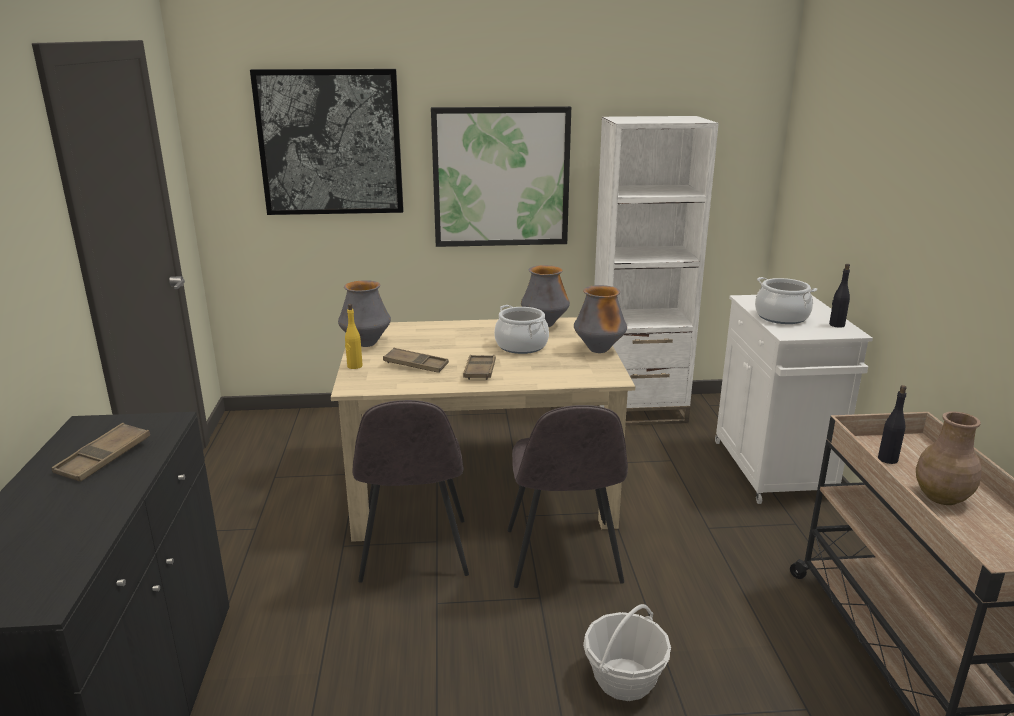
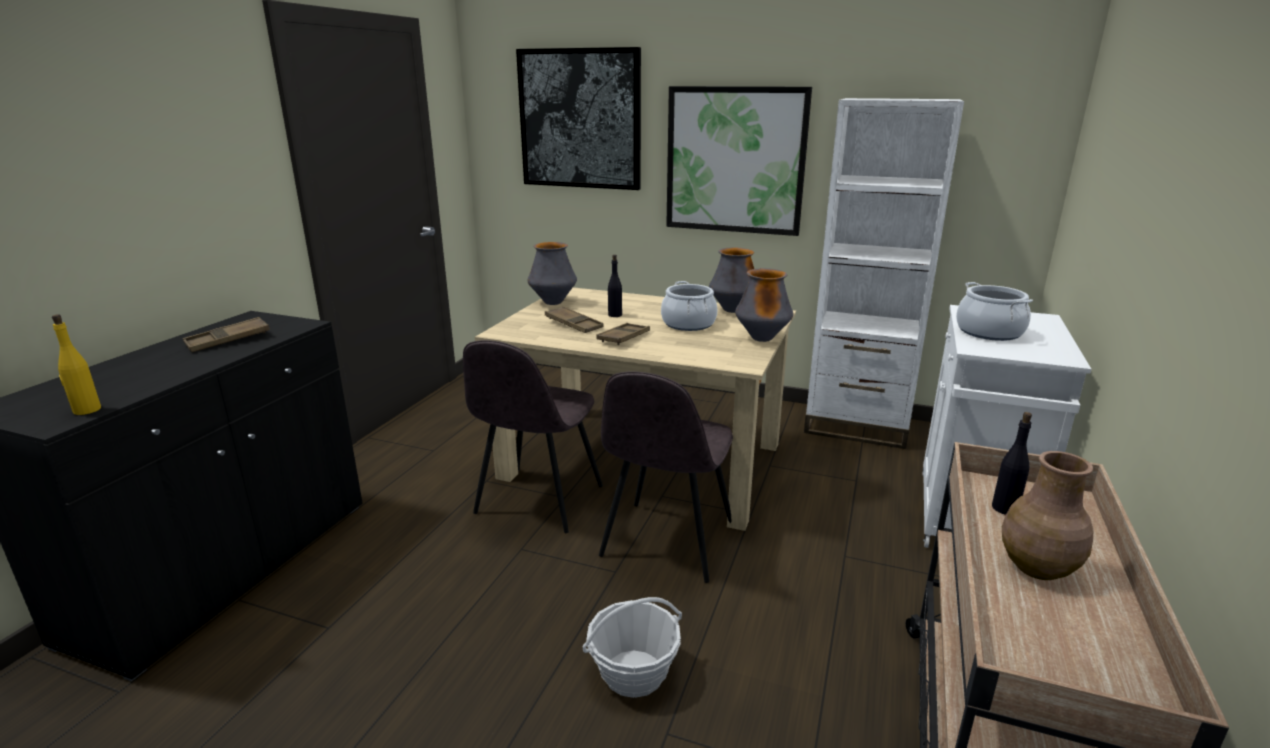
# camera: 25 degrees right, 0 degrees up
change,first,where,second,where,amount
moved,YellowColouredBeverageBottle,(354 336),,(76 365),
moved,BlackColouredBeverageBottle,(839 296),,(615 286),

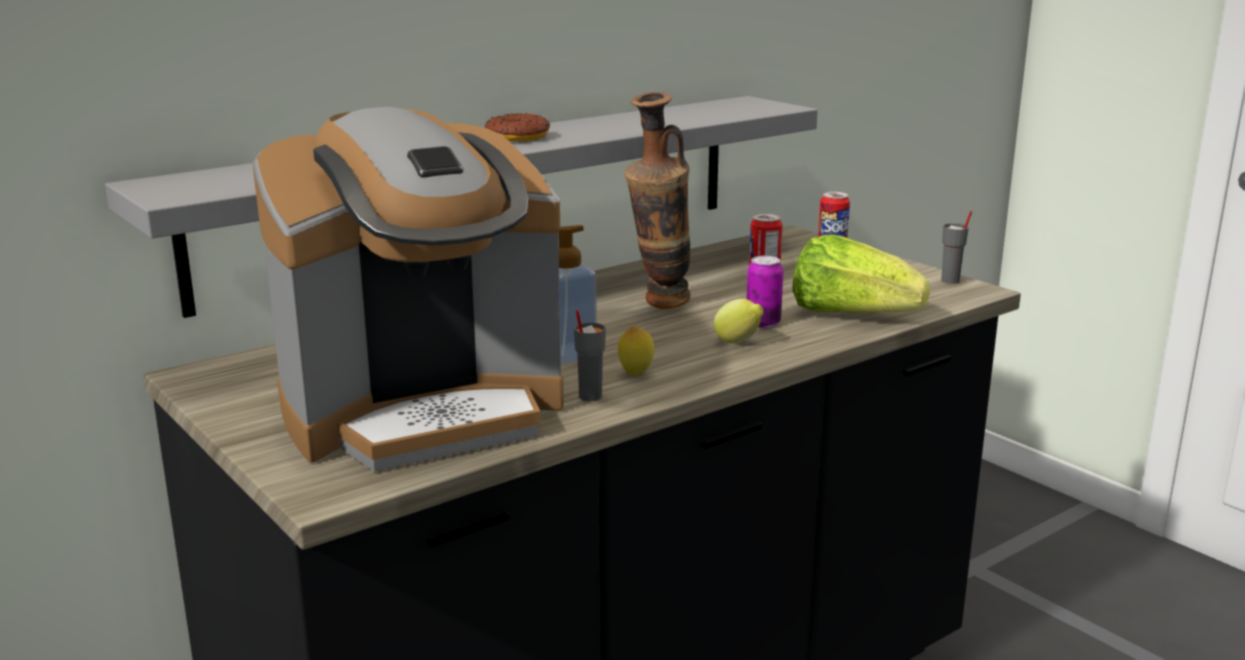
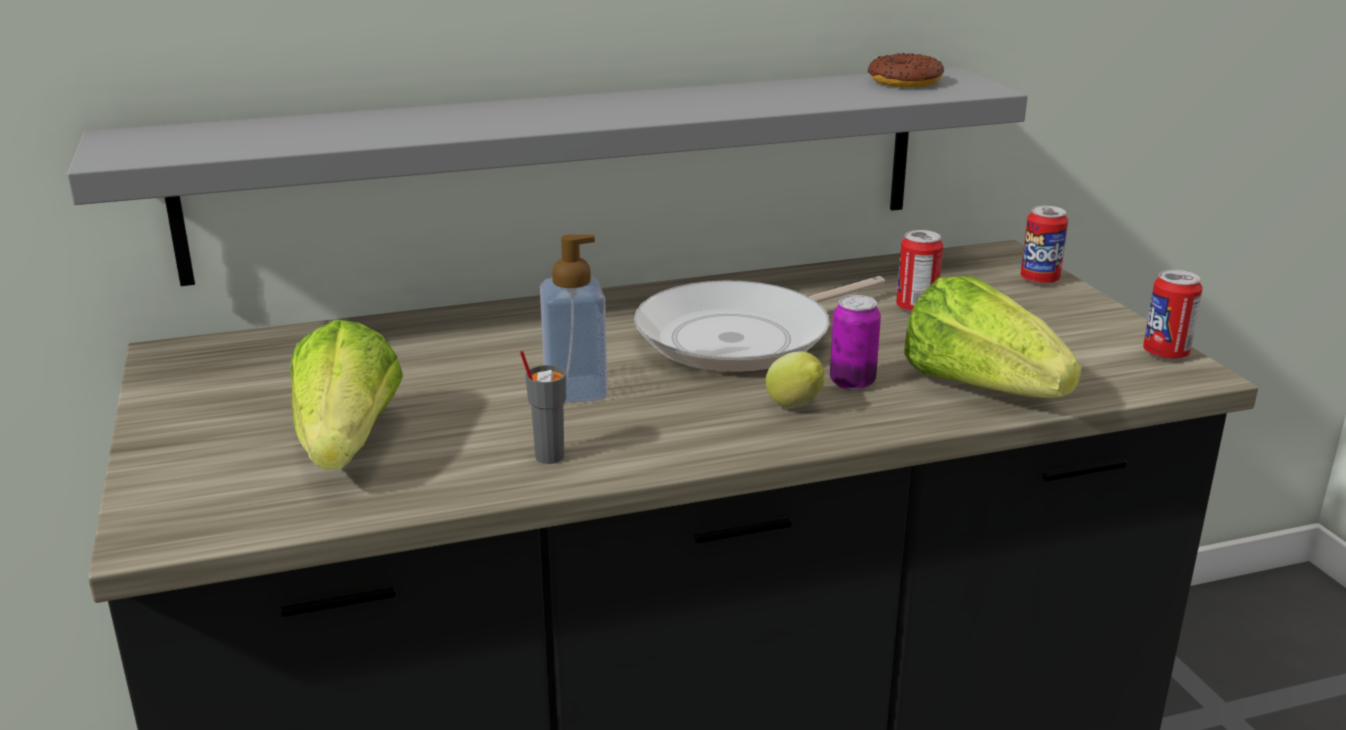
# camera: 20 degrees right, 5 degrees up
change,first,where,second,where,amount
replaced,CoffeeBrewer,(408 289),HeadOfLettuce,(346 394),
moved,Doughnut,(517 127),,(906 70),
removed,WholeLemon,(636 351),,,
replaced,FlowerVase,(658 200),Skillet,(759 324),
replaced,GreyishSmallCup,(956 247),SealedCan,(1173 315),

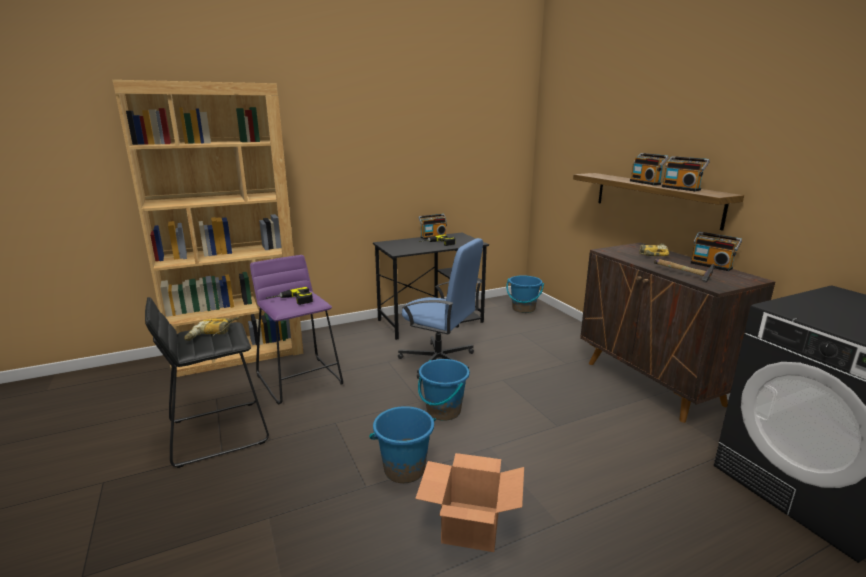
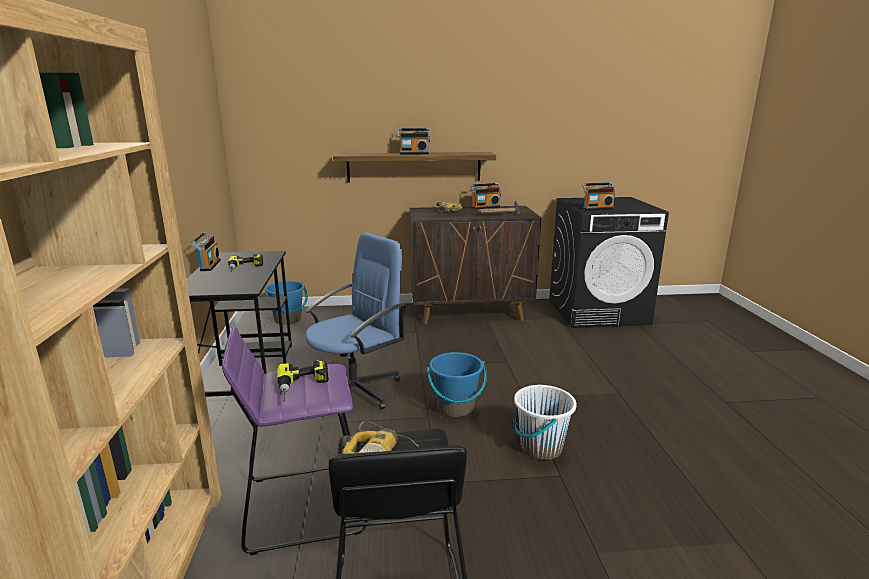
# camera: 70 degrees left, 0 degrees up
change,first,where,second,where,amount
recoloured,BlueColouredPail,(402 444),WhiteColouredPail,(545 422),
removed,CardboardBox,(469 502),,,
moved,Radio,(686 173),,(598 196),

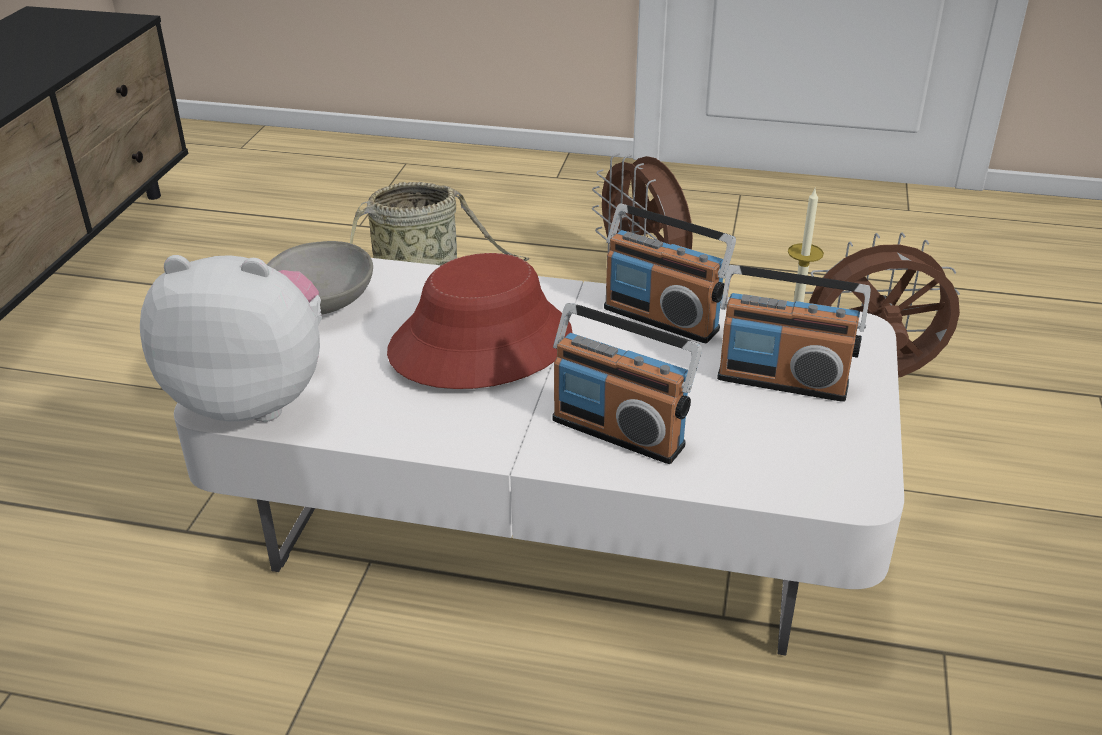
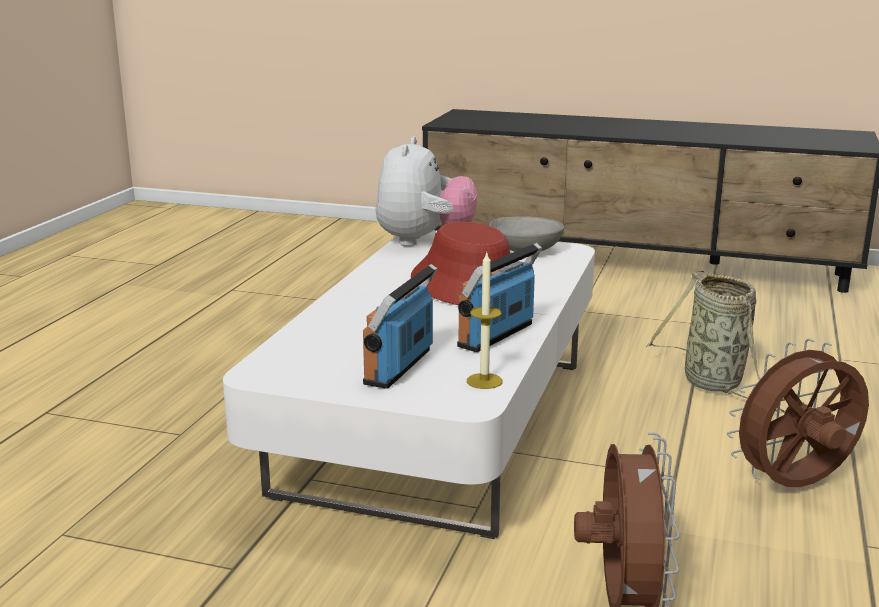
# camera: 95 degrees right, 15 degrees down
change,first,where,second,where,amount
removed,Radio,(627 383),,,

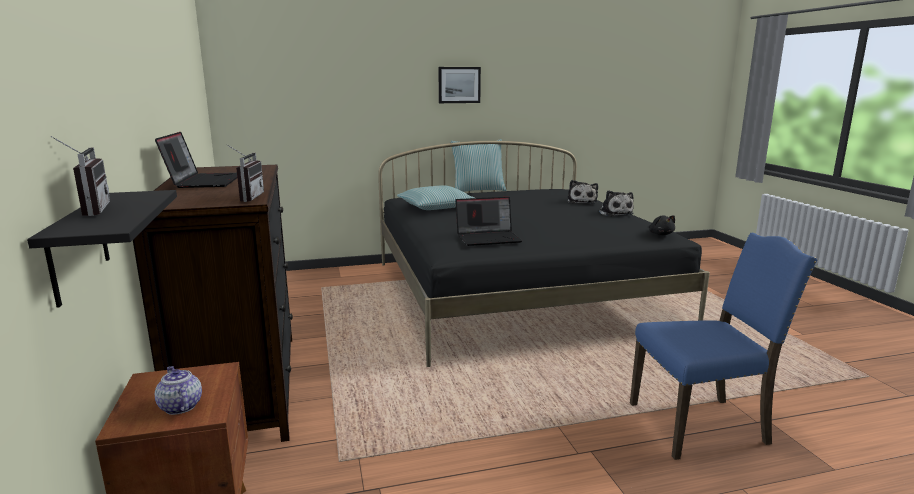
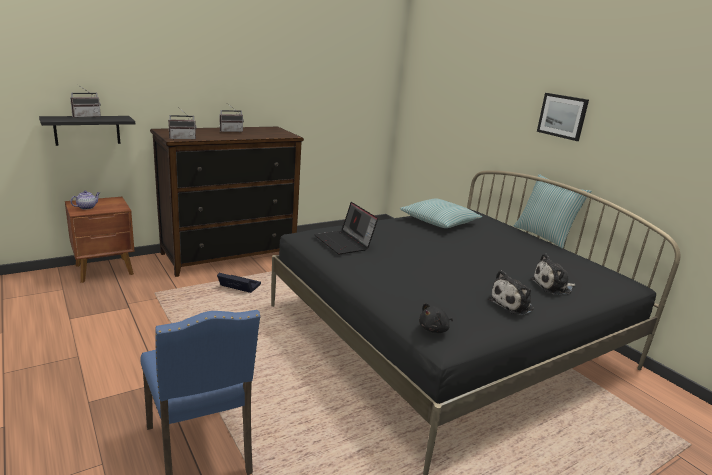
# camera: 70 degrees right, 5 degrees up
change,first,where,second,where,amount
replaced,PortableComputer,(196 160),Radio,(232 118),
added,,,BlackColouredStorageBin,(239 283),

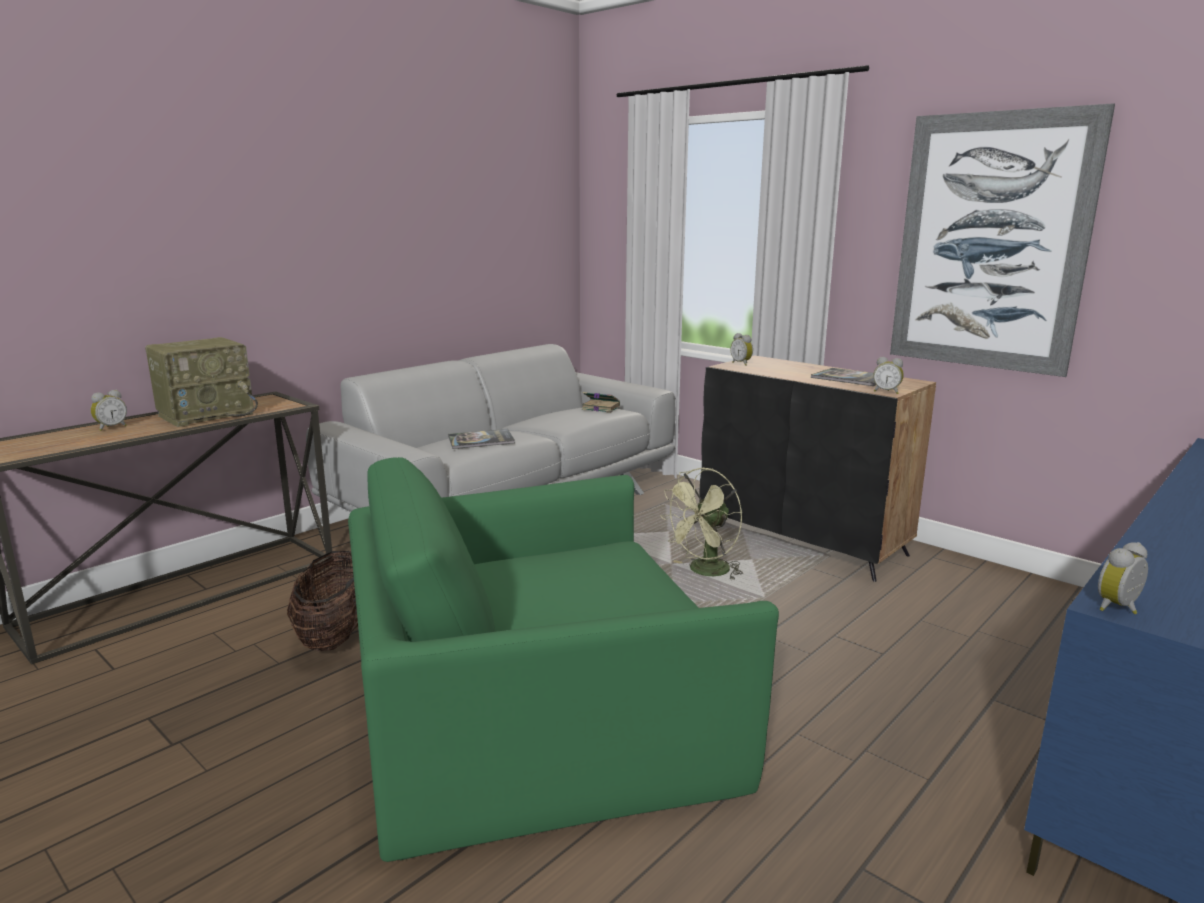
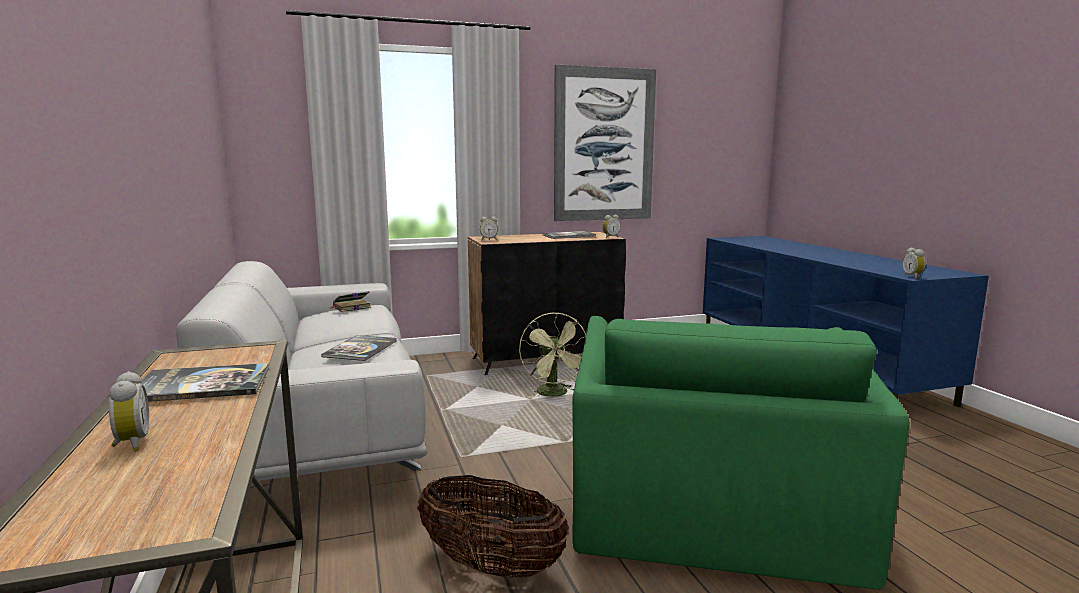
# camera: 60 degrees left, 5 degrees down
change,first,where,second,where,amount
replaced,Radio,(201 382),Volume,(205 382),

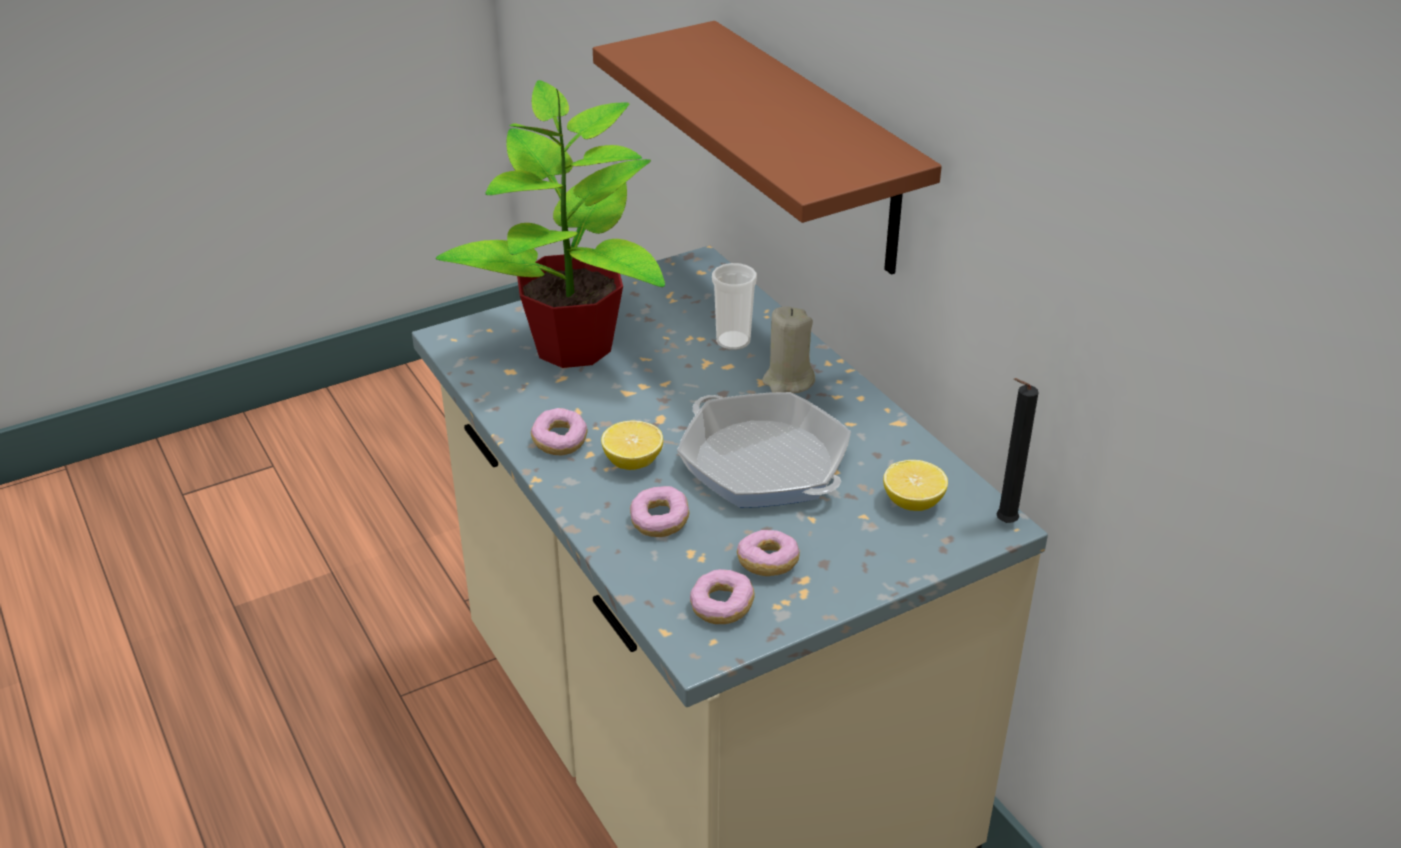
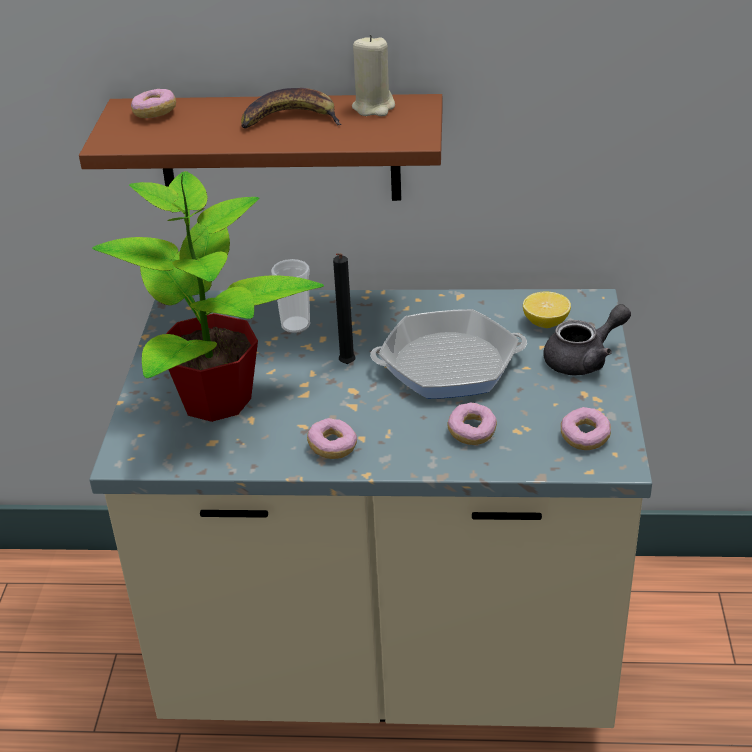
# camera: 55 degrees left, 0 degrees up
change,first,where,second,where,amount
removed,WholeLemon,(632 445),,,
moved,Doughnut,(768 553),,(153 103),
moved,BeigeColouredWaxCandle,(788 349),,(373 75),
moved,BlackColouredWaxCandle,(1017 450),,(344 308),
added,,,BananaFruit,(291 108),
added,,,GreyishTeaPot,(587 340),

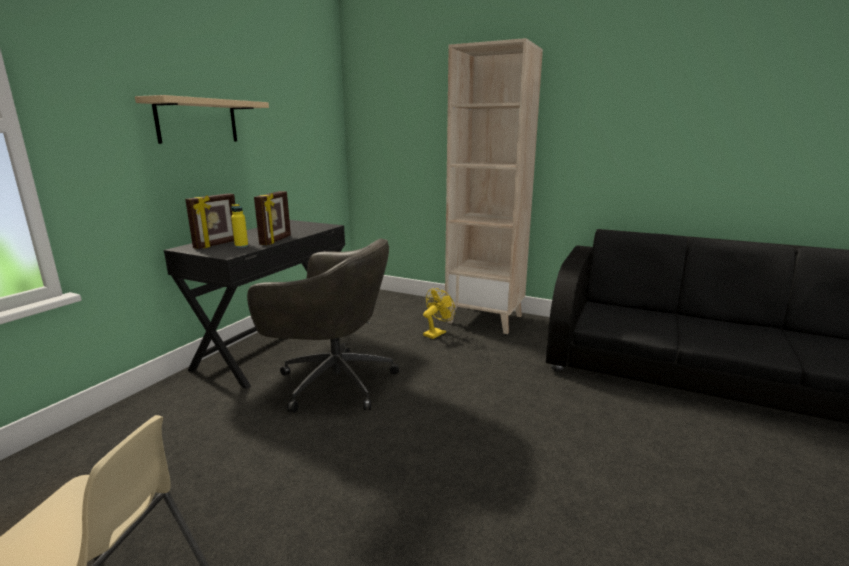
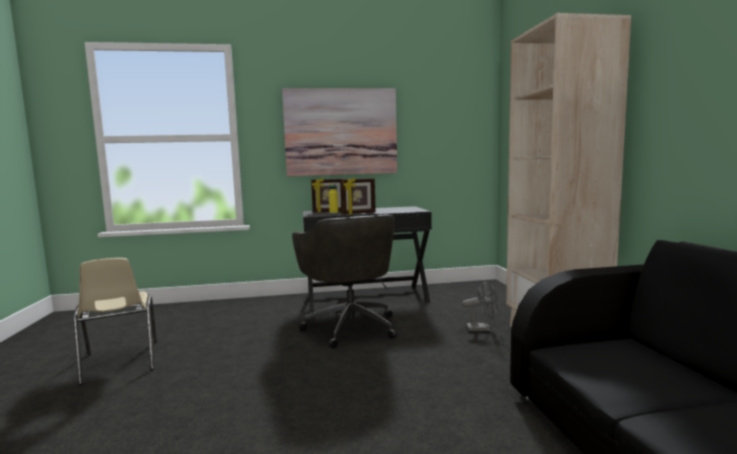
# camera: 55 degrees right, 10 degrees down
change,first,where,second,where,amount
replaced,BeigeColouredWallShelf,(202 119),Picture,(339 132),
recoloured,YellowColouredFan,(439 313),GreyishFan,(480 306),

